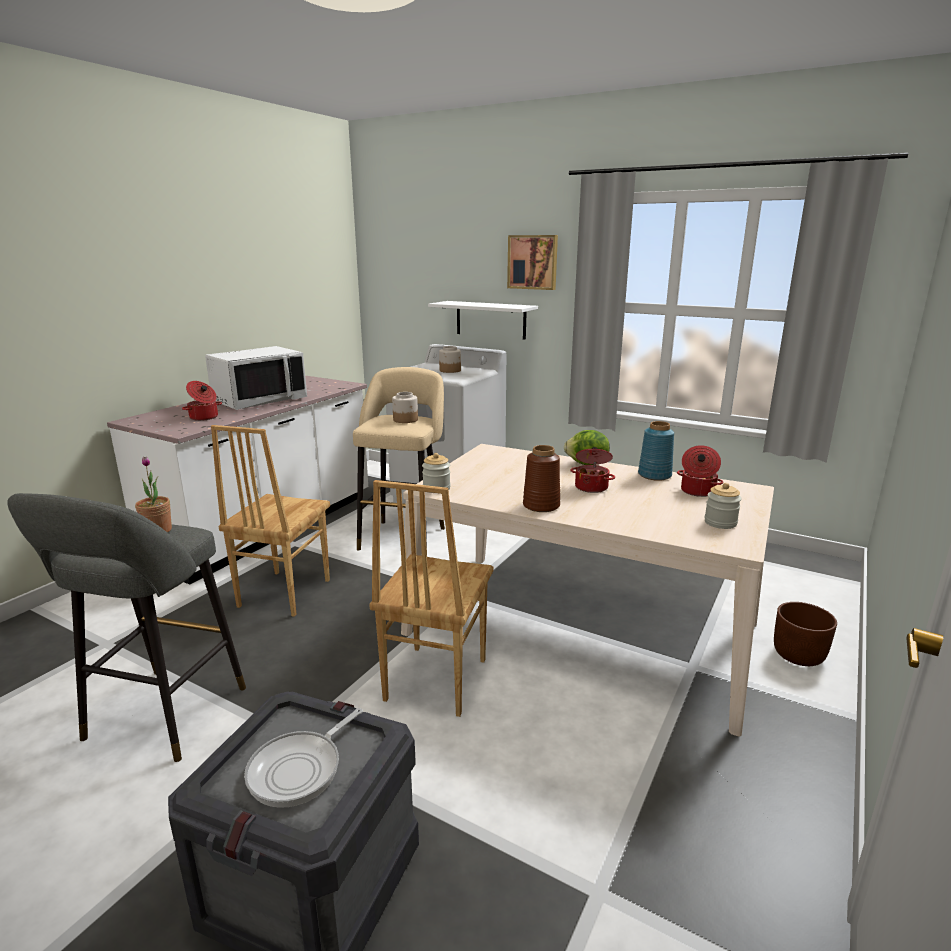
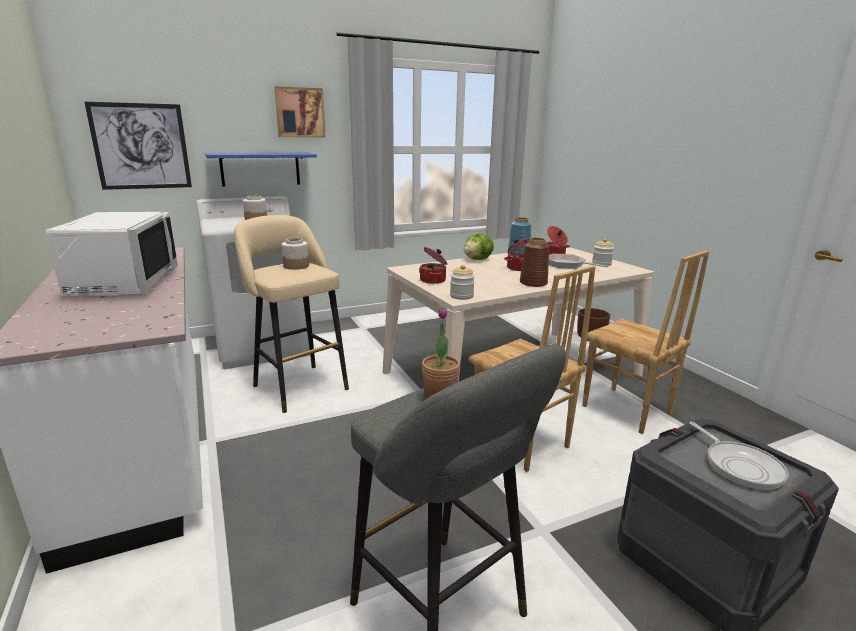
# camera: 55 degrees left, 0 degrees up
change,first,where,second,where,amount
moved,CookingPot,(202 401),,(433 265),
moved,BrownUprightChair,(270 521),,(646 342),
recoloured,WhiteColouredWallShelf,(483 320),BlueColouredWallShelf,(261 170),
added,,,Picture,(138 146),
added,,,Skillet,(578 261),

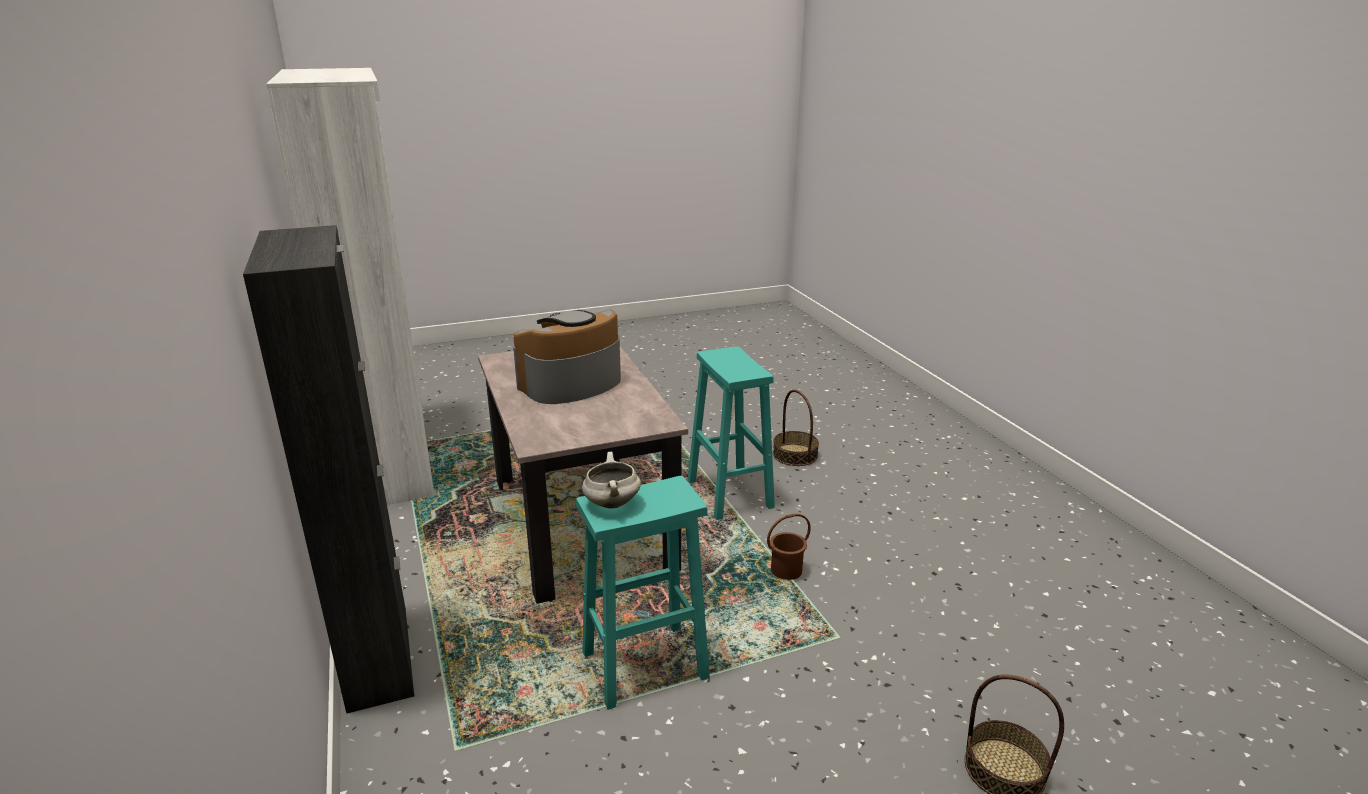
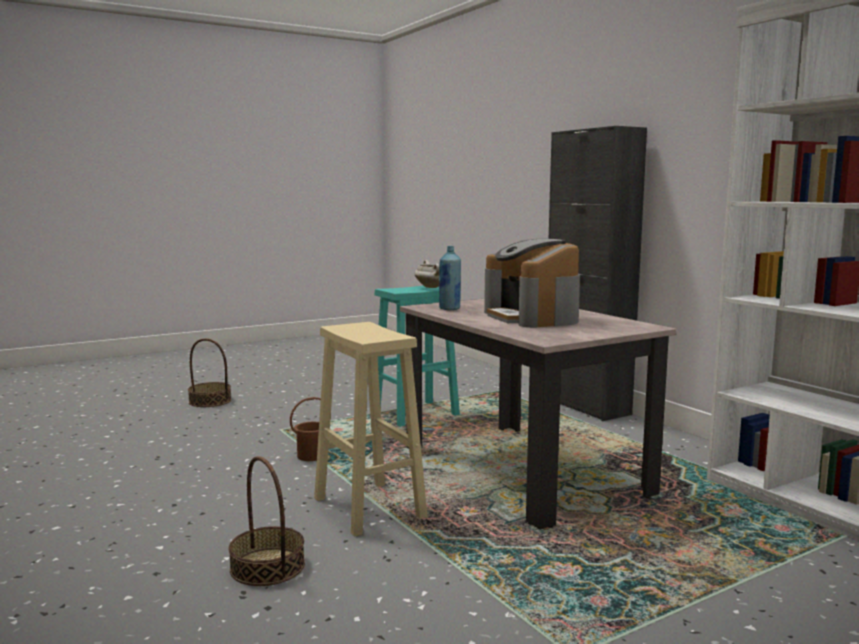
# camera: 170 degrees right, 15 degrees down
change,first,where,second,where,amount
turned,CoffeeBrewer,(567 356),,(532 283),120 degrees clockwise
recoloured,TurquoiseColouredStool,(731 433),BeigeColouredStool,(371 429),
added,,,BlueColouredBeverageBottle,(450 278),

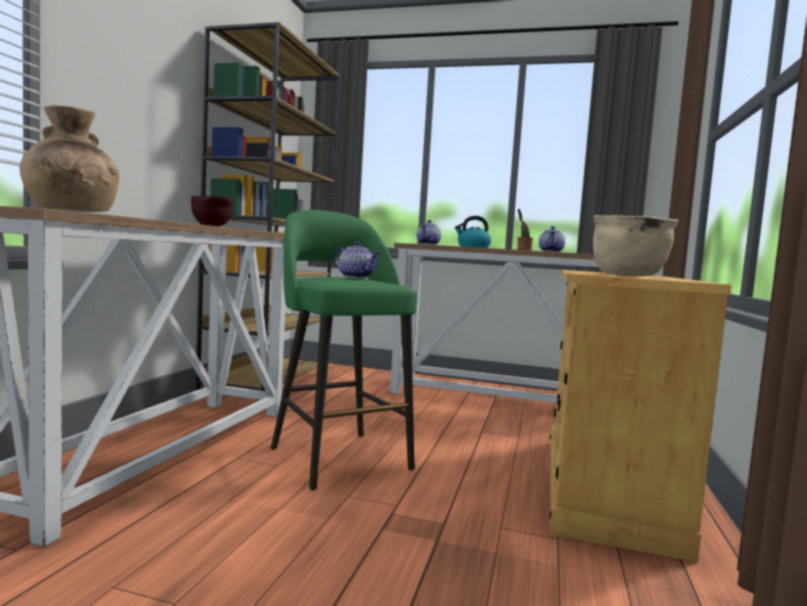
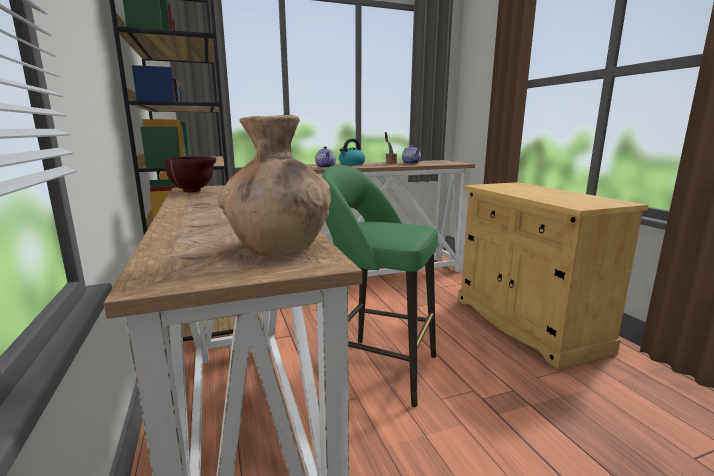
# camera: 35 degrees left, 10 degrees up
change,first,where,second,where,amount
removed,TeaPot,(357 260),,,
removed,BeigeColouredCookingPot,(636 245),,,

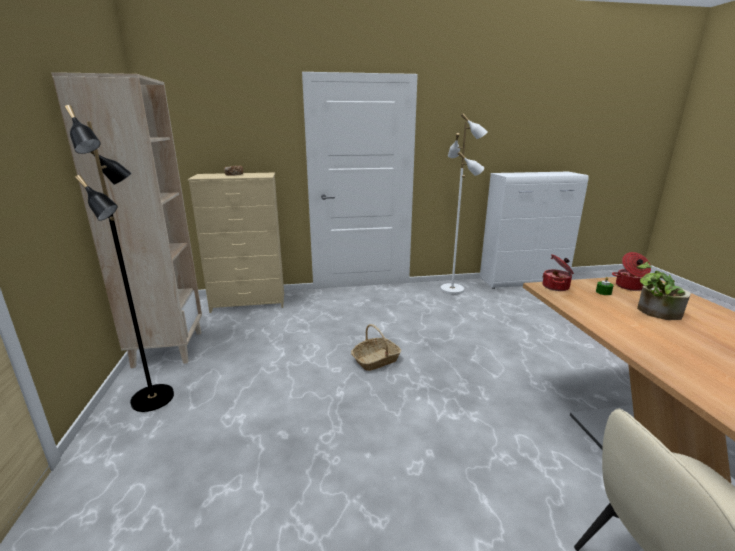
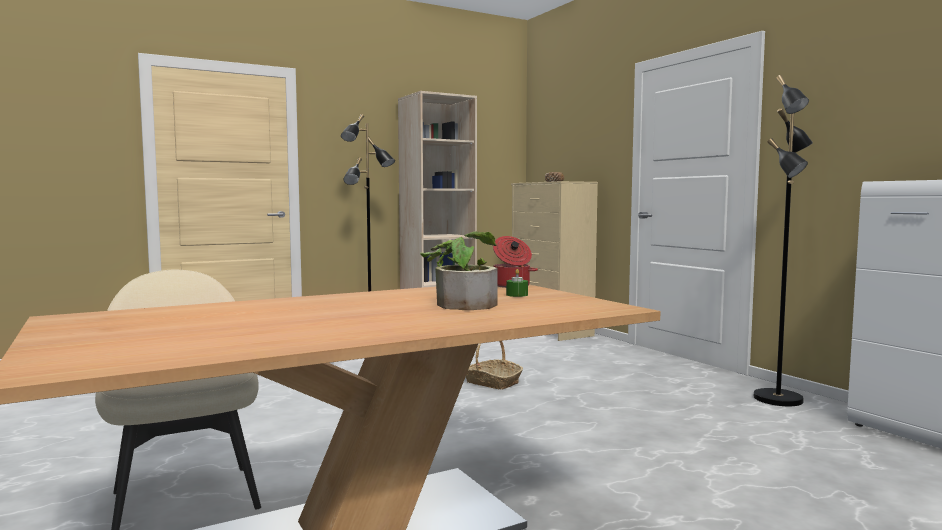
# camera: 70 degrees right, 15 degrees down
change,first,where,second,where,amount
recoloured,WhiteColouredFloorLamp,(464 203),BlackColouredFloorLamp,(783 240),
removed,CookingPot,(631 271),,,

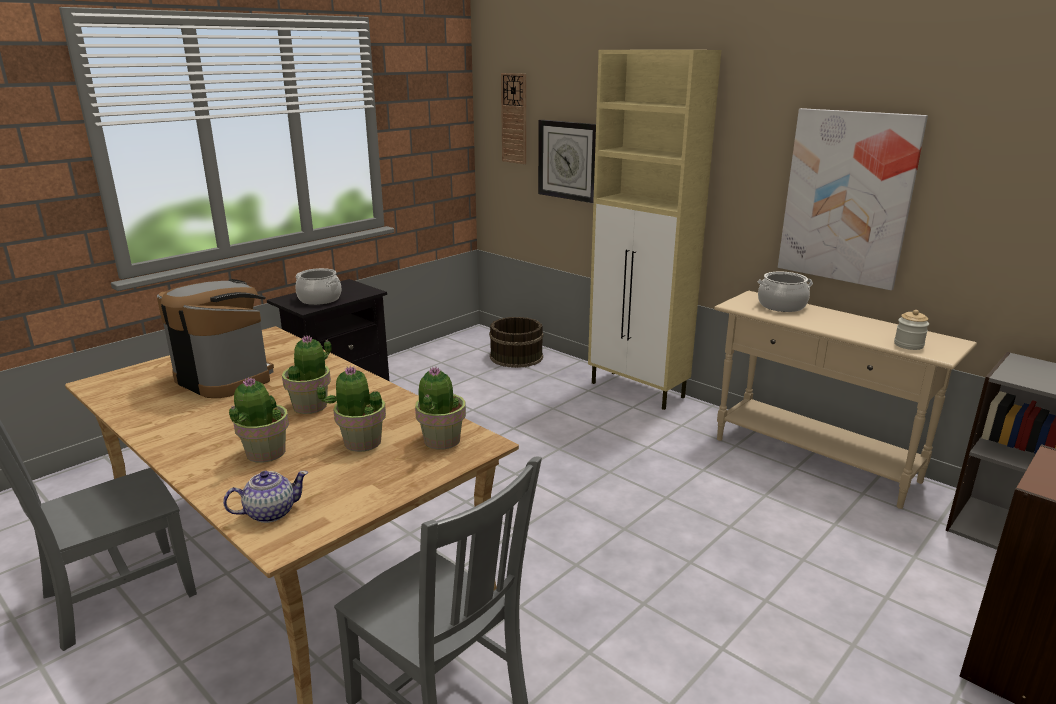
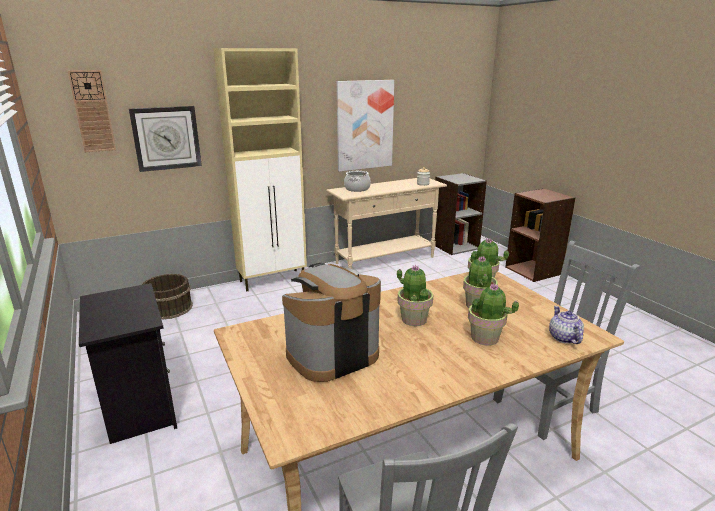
# camera: 70 degrees left, 0 degrees up
change,first,where,second,where,amount
removed,CookingPot,(319 286),,,

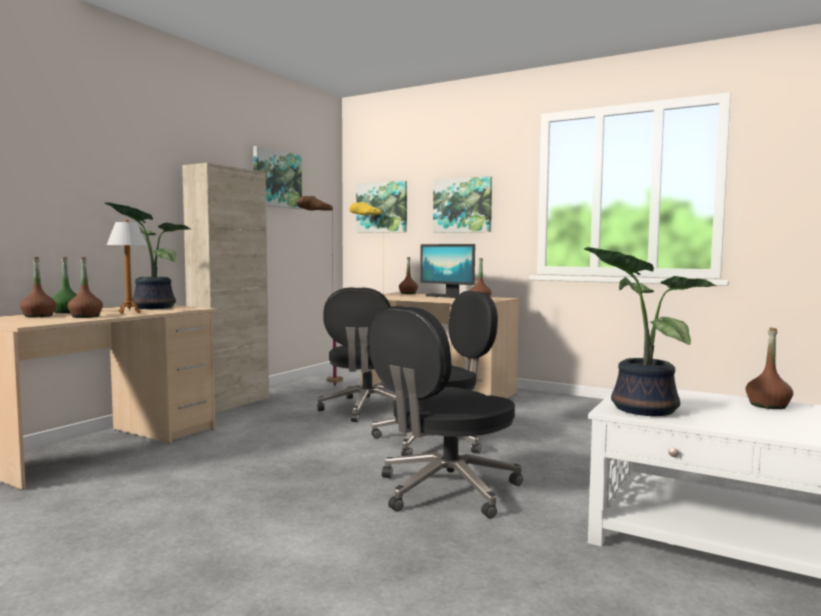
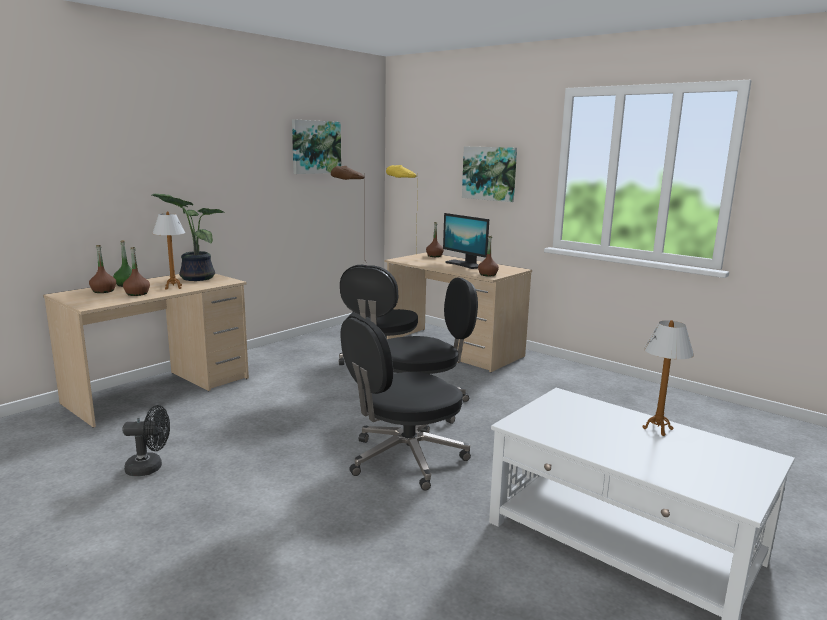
# camera: 10 degrees right, 10 degrees up
change,first,where,second,where,amount
removed,BeigeColouredCupboard,(225 288),,,
removed,Picture,(381 207),,,
removed,PottedPlant,(650 331),,,
replaced,BrownBeverageBottle,(769 368),TableLamp,(668 378),
added,,,BlackColouredFan,(146 440),

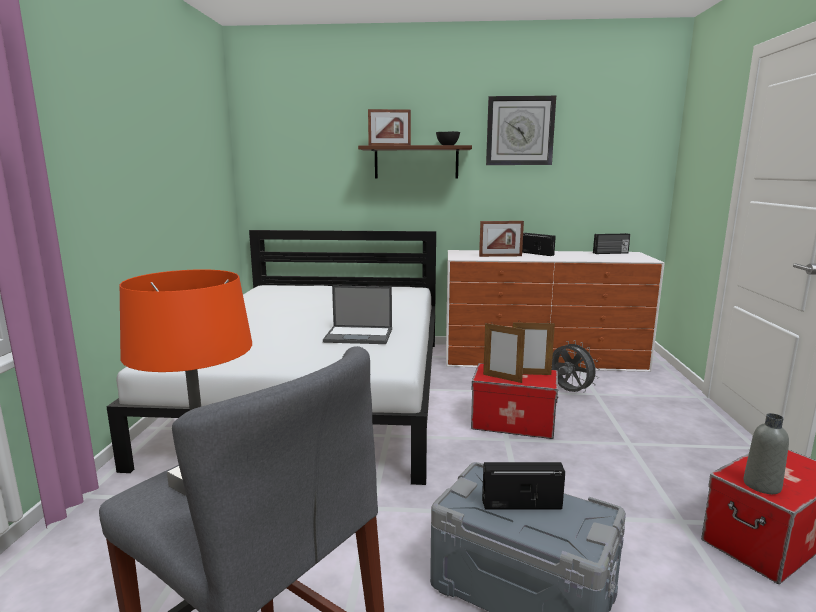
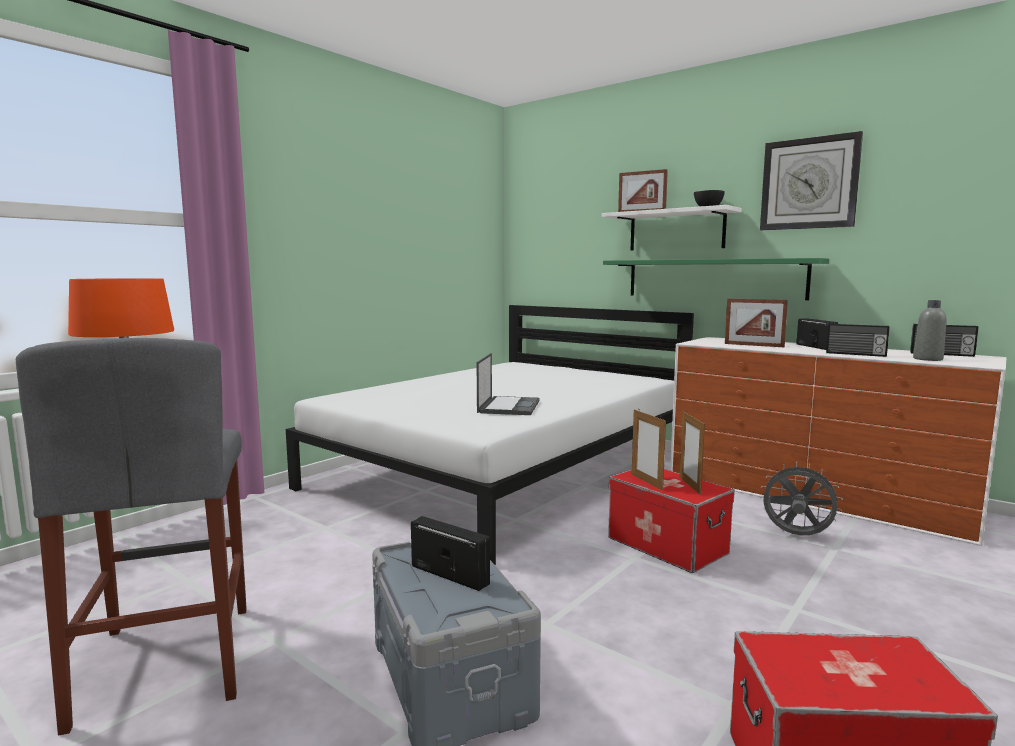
# camera: 35 degrees right, 5 degrees down
change,first,where,second,where,amount
turned,PortableComputer,(357 315),,(508 384),120 degrees counterclockwise
recoloured,BrownWallShelf,(415 161),WhiteColouredWallShelf,(672 227),
turned,PictureFrame,(534 348),,(692 453),45 degrees clockwise
turned,GreyishFan,(576 366),,(801 499),60 degrees counterclockwise
moved,GreyishBeverageBottle,(766 453),,(930 330),
added,,,GreenishWallShelf,(716 279),
added,,,Radio,(858 340),

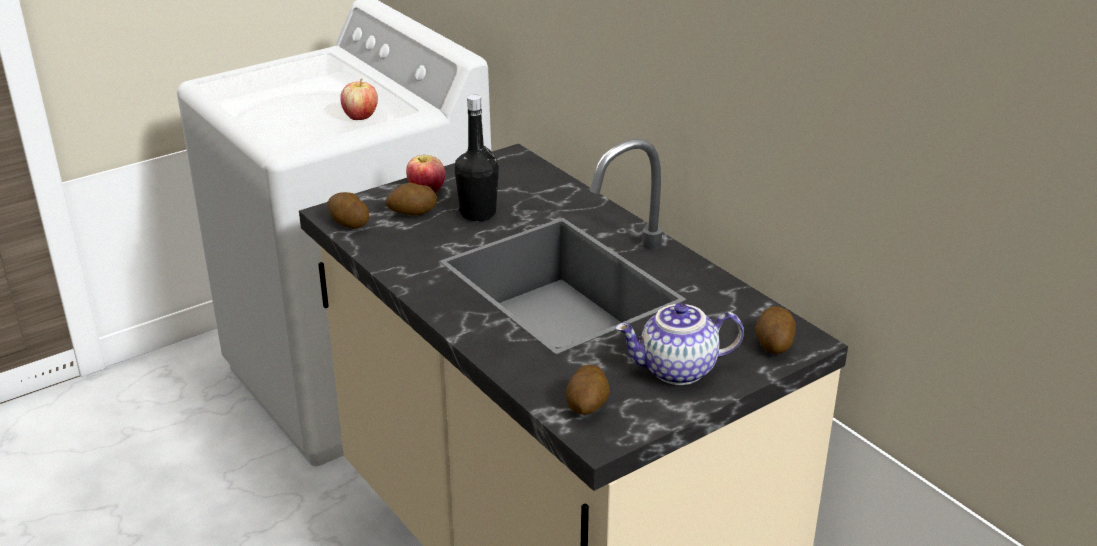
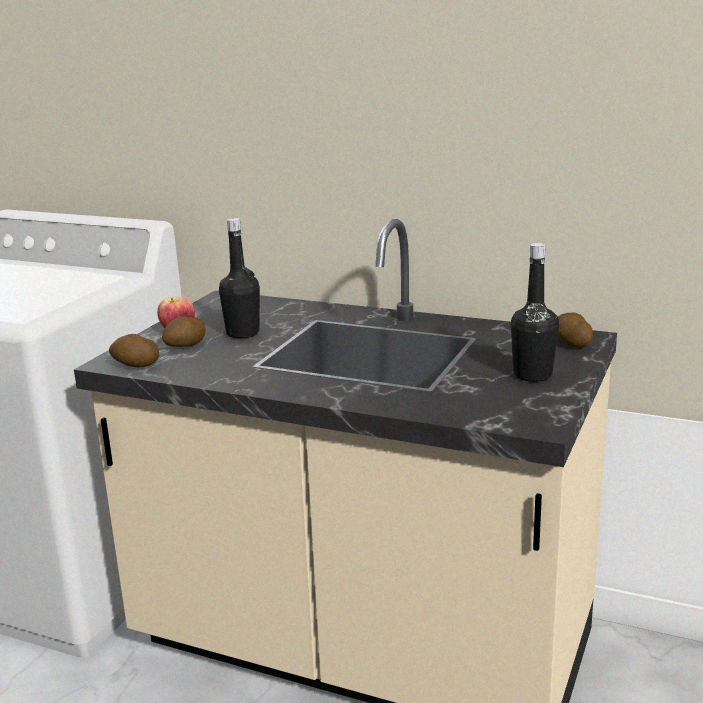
# camera: 30 degrees left, 10 degrees down
change,first,where,second,where,amount
removed,WholeApple,(359 99),,,
removed,WholePotato,(588 389),,,
replaced,TeaPot,(679 344),BlackColouredBeverageBottle,(535 312),

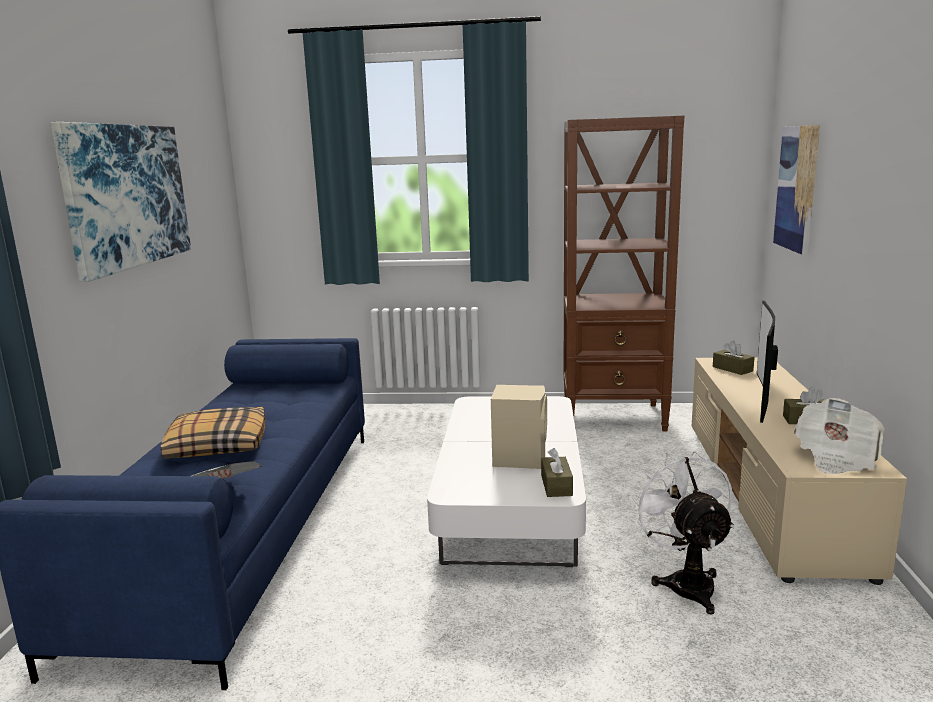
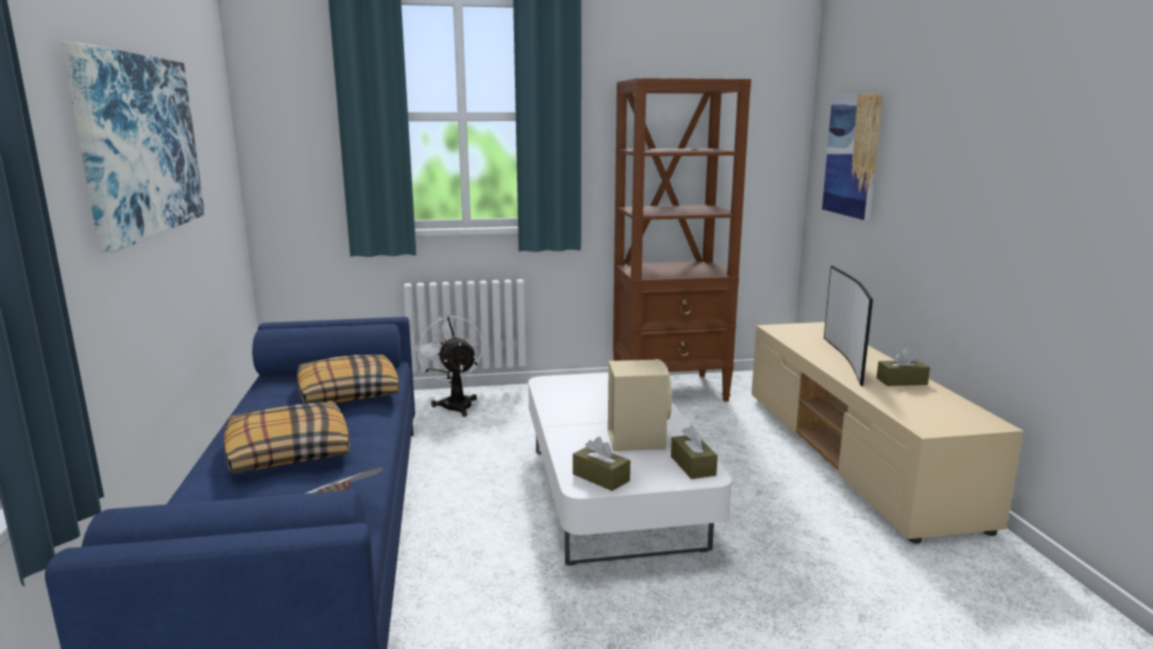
# camera: 15 degrees left, 0 degrees up
change,first,where,second,where,amount
moved,WhiteColouredFan,(683 533),,(449 366),
moved,BrownBoxOfTissues,(734 357),,(601 464),
removed,DailyPaper,(839 436),,,
added,,,Cushion,(348 379),

